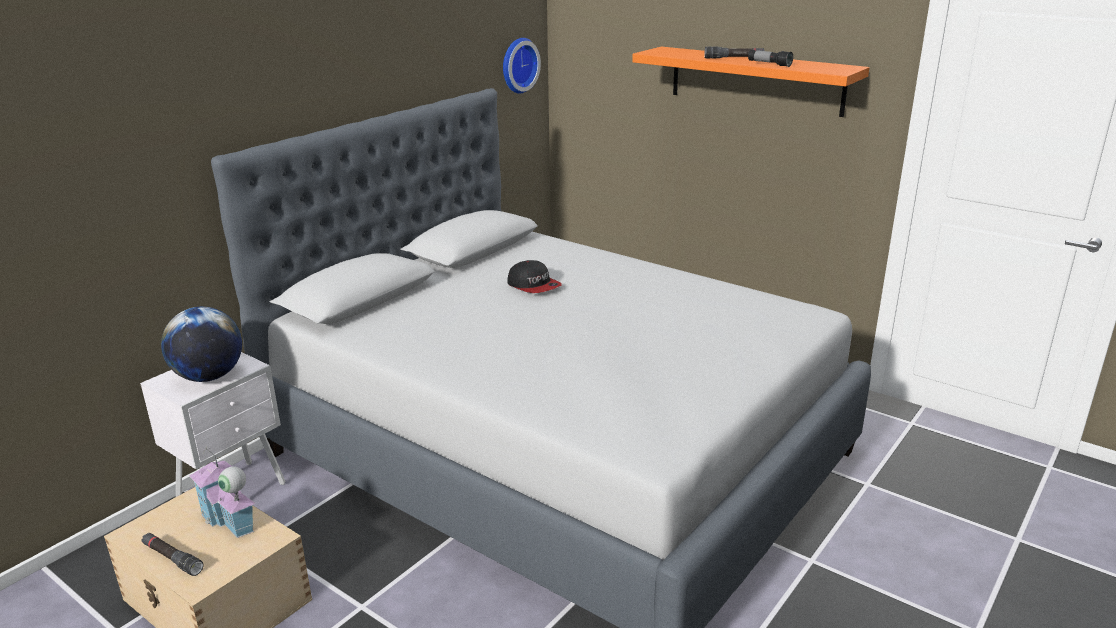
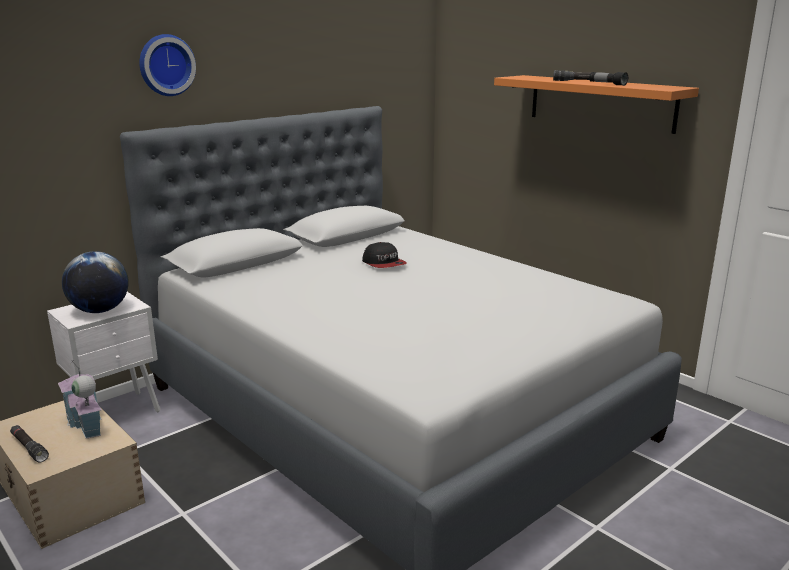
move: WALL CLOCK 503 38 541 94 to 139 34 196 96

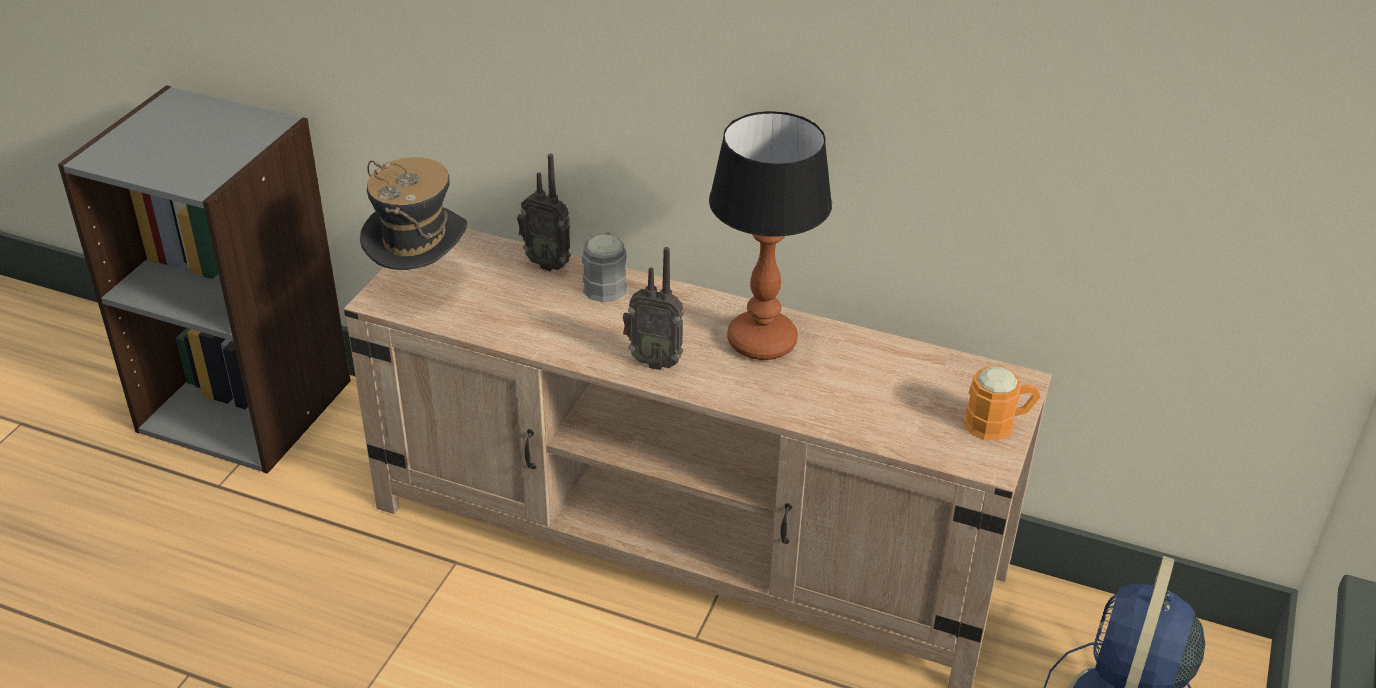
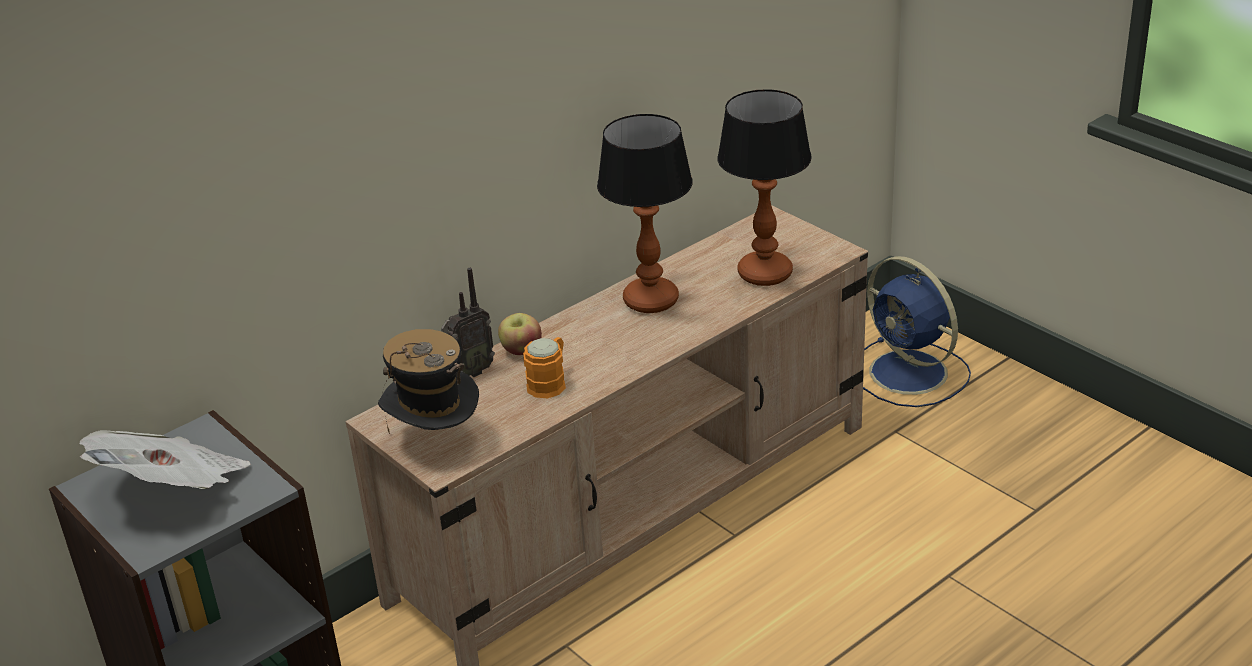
delete: RADIO 623 247 684 370
insert: NEWSPAPER 79 430 250 489; TABLE LAMP 717 89 812 286
move: ORANGE MUG 963 366 1041 440 to 523 337 566 398
replace: GREY MUG 582 232 627 302 to APPLE 498 313 542 355

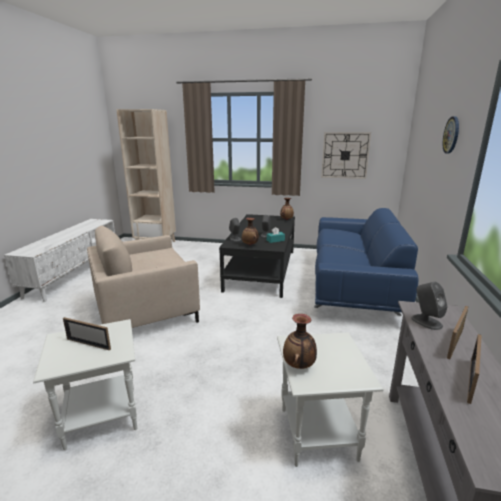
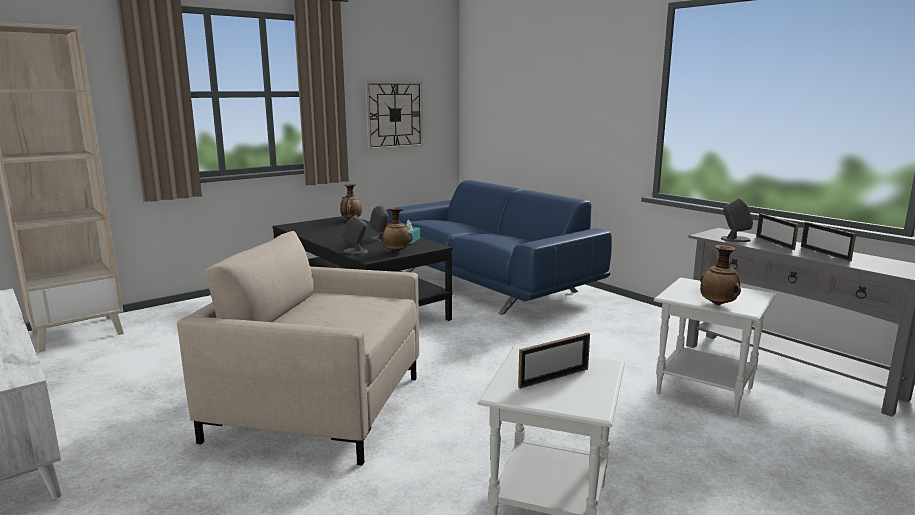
delete: WALL CLOCK 443 116 459 154
rotate: BEIGE ARMCHAIR 87 226 200 328 = 177 231 419 466 90 degrees clockwise

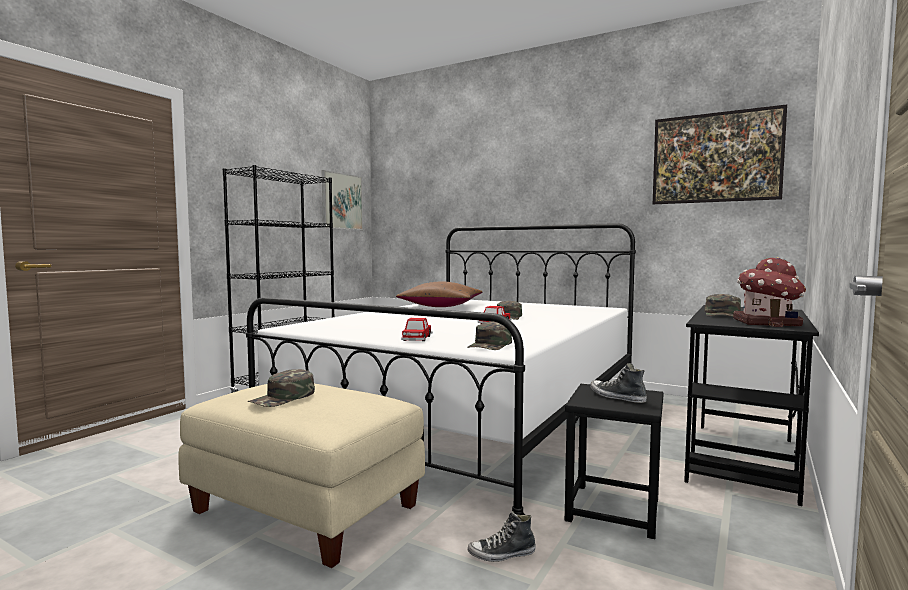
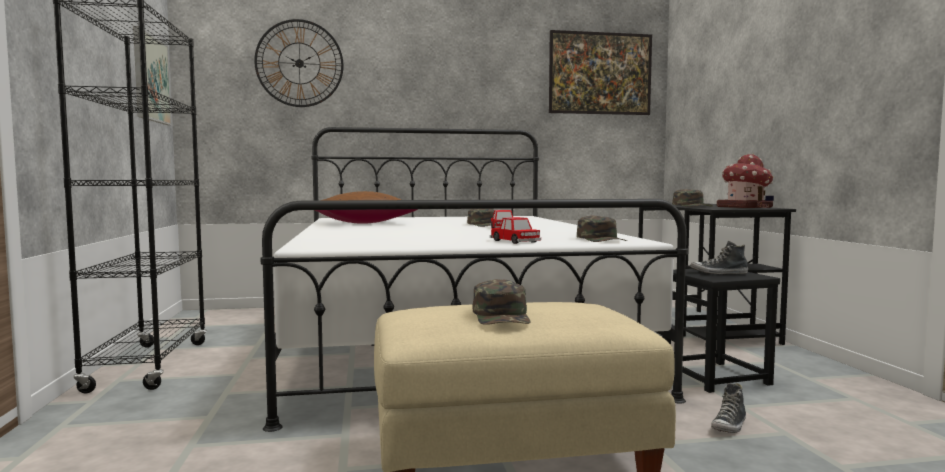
insert: WALL CLOCK 254 19 344 107

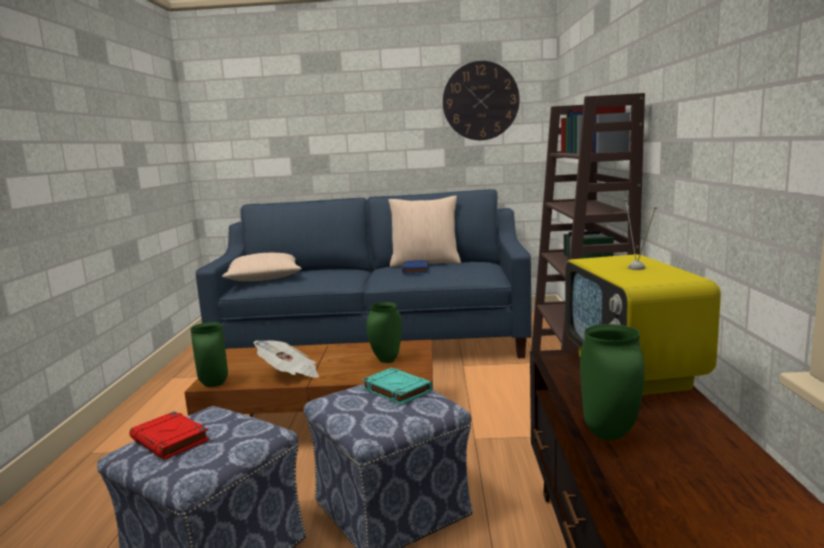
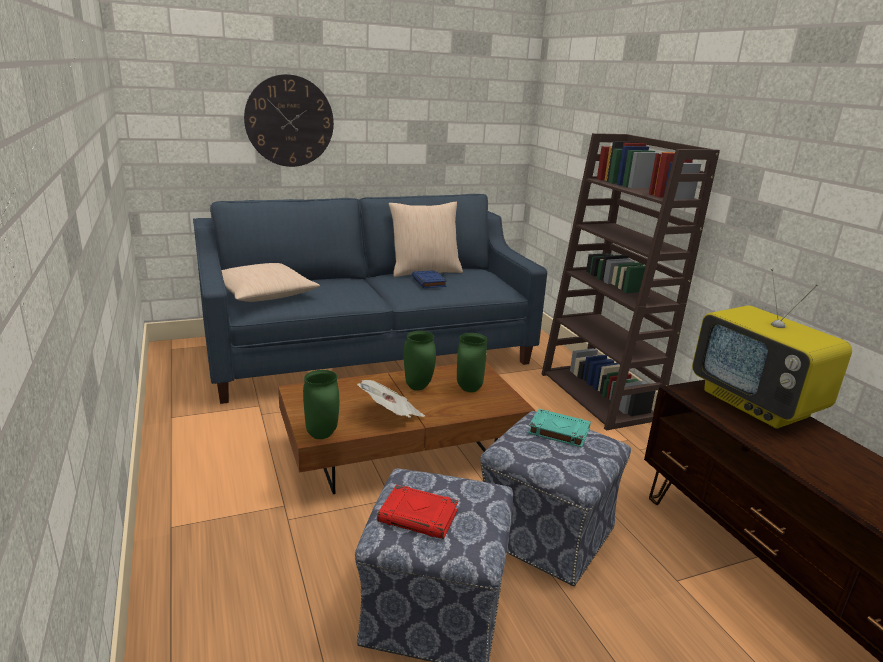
move: WALL CLOCK 443 61 520 140 to 244 74 334 167; GREEN VASE 580 324 645 440 to 404 331 436 391

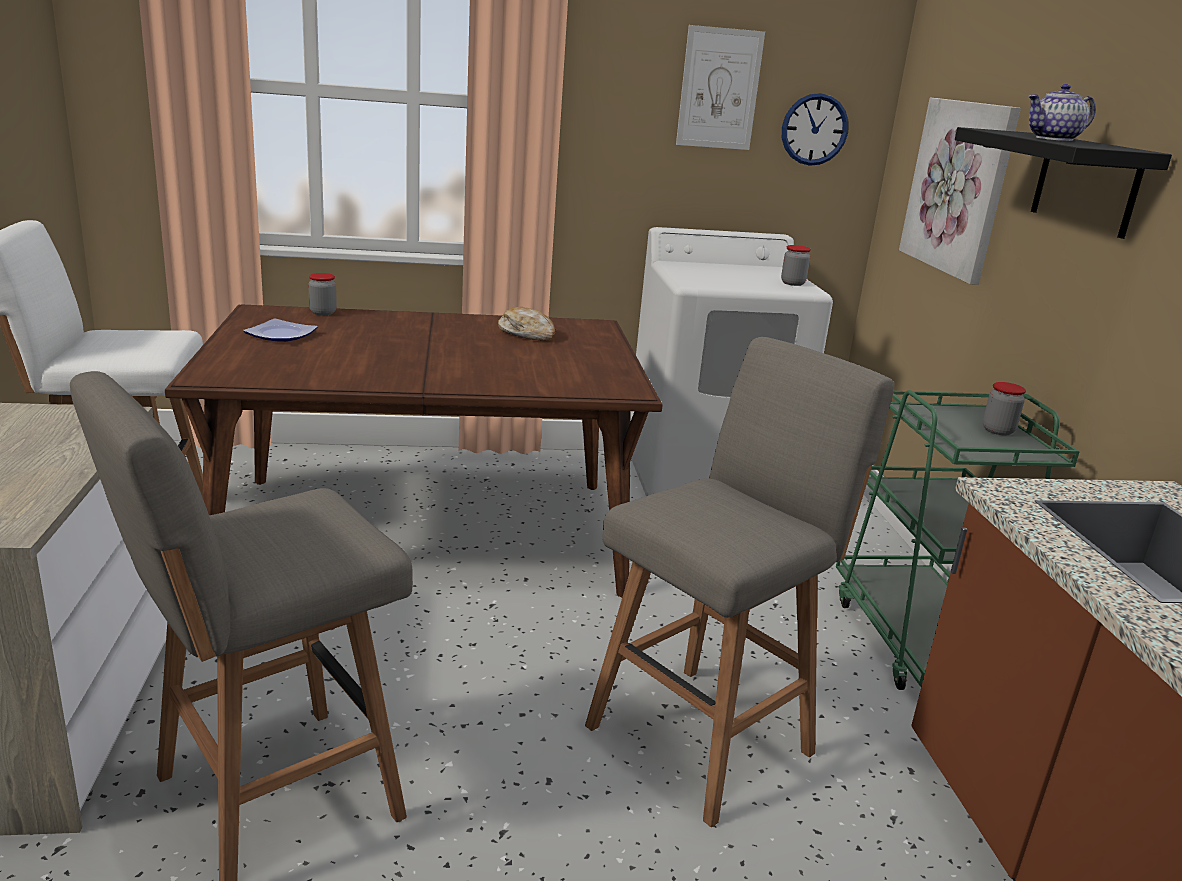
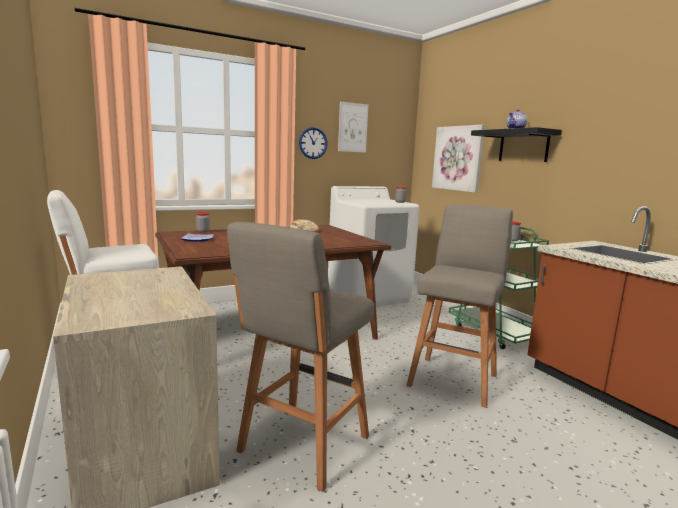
move: WALL CLOCK 782 93 849 166 to 299 127 327 159

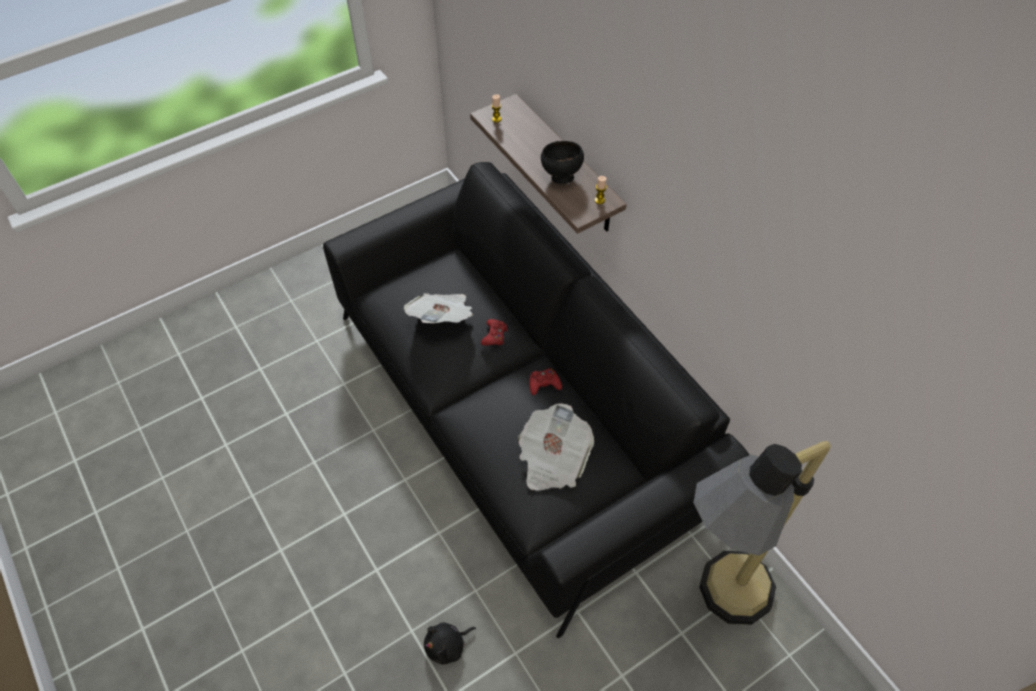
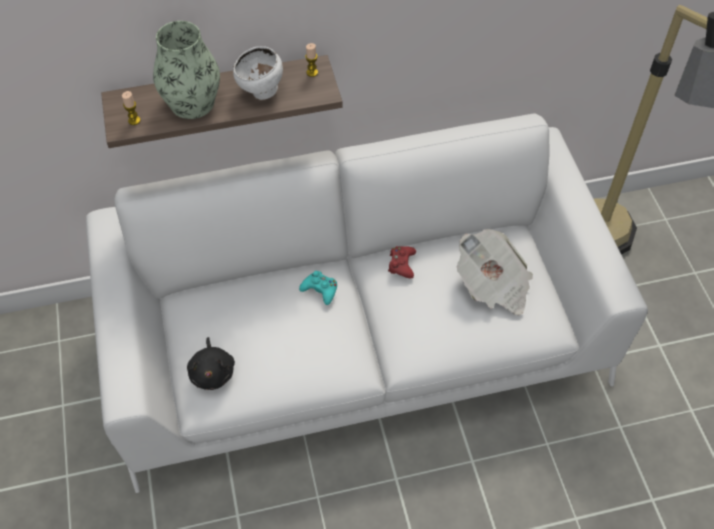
delete: NEWSPAPER 404 293 473 323
insert: VASE 153 21 220 119
move: BLACK PLUSH TOY 424 622 476 665 to 187 337 235 390
recolor: BLACK SOFA 323 162 749 638 to WHITE SOFA 86 114 648 493; RED GAME CONTROLLER 481 319 508 346 to TURQUOISE GAME CONTROLLER 299 271 337 305; BLACK BOWL 541 141 584 184 to WHITE BOWL 233 46 283 100

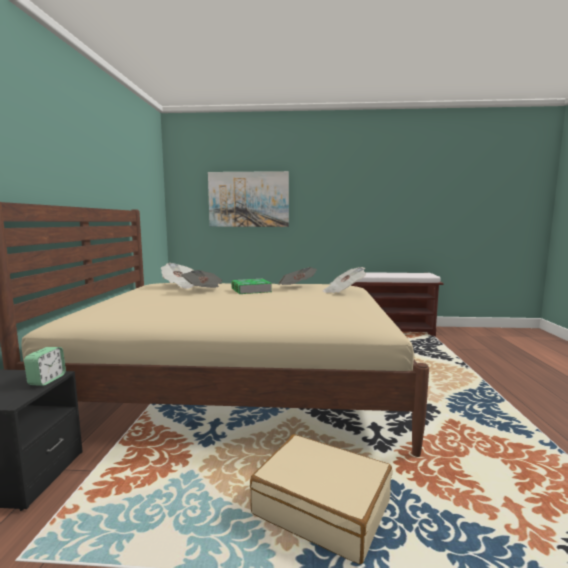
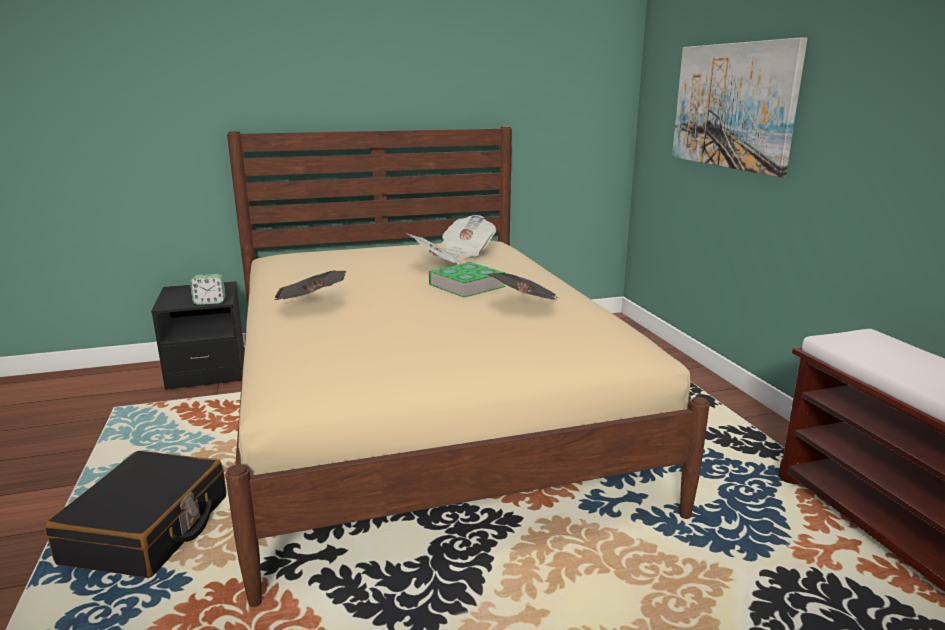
move: NEWSPAPER 322 267 366 293 to 274 270 346 300
recolor: BEIGE SUITCASE 250 434 392 564 to BLACK SUITCASE 44 451 226 578

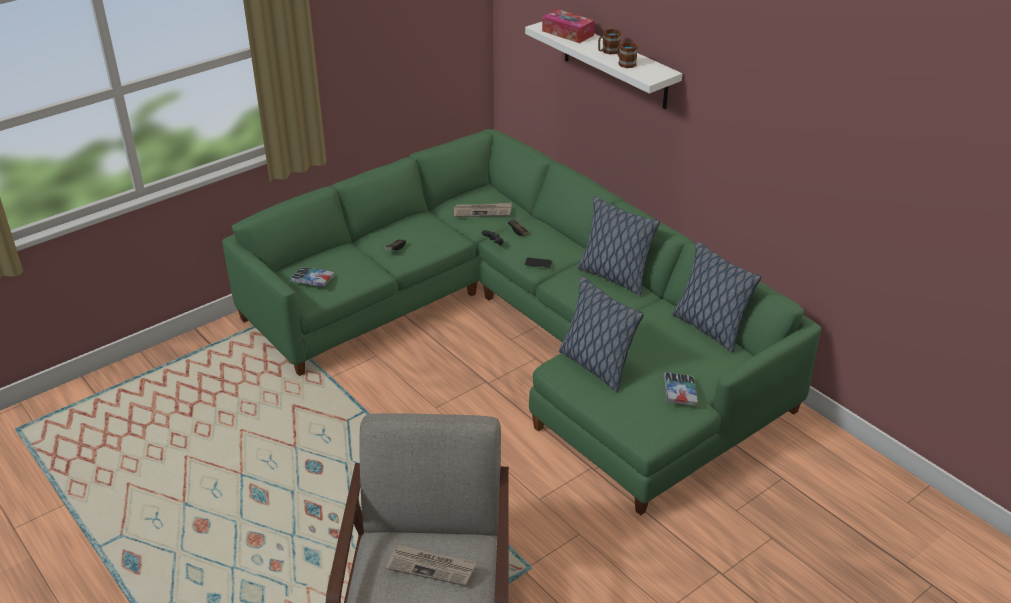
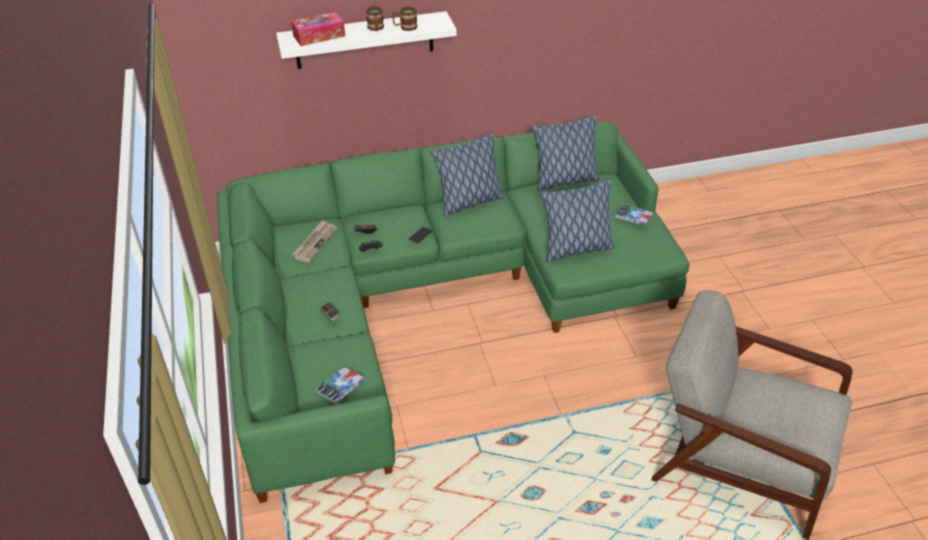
delete: NEWSPAPER 386 545 476 586

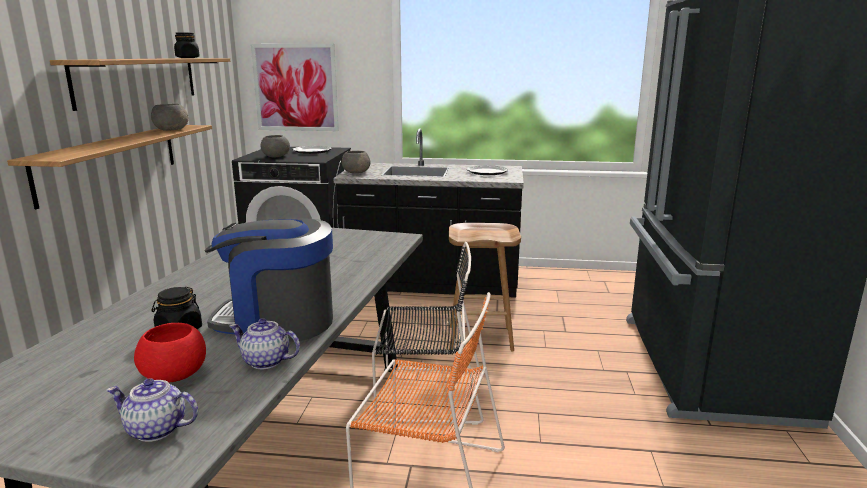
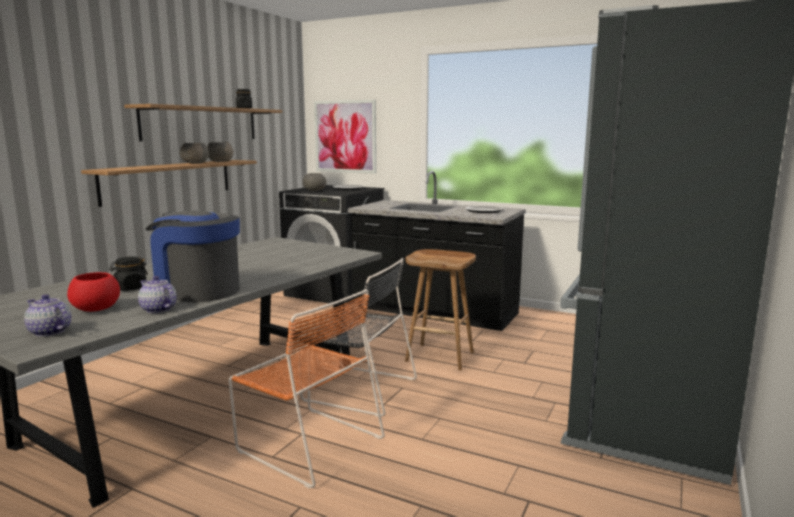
move: GREY BOWL 342 151 370 173 to 180 143 209 163

